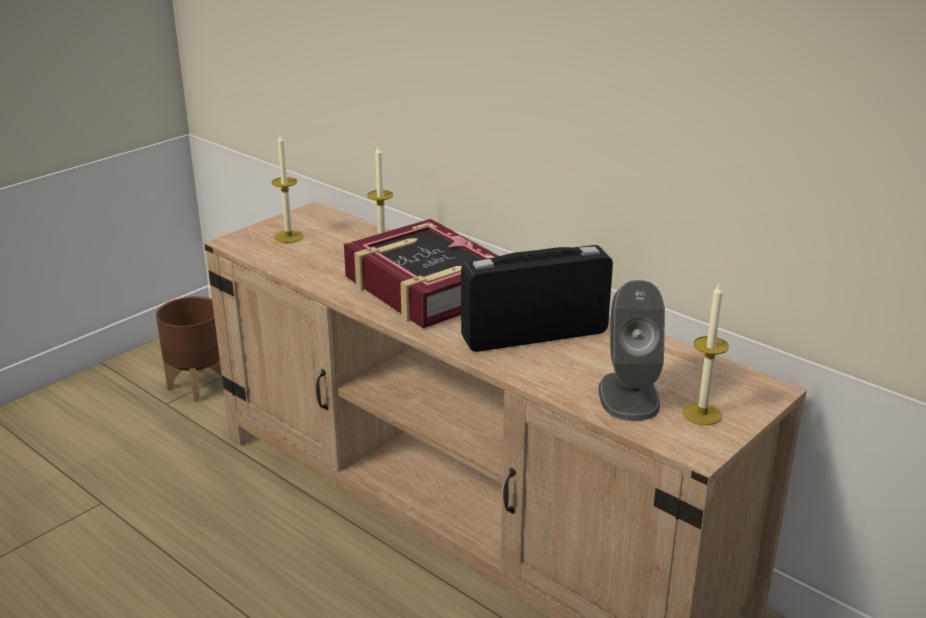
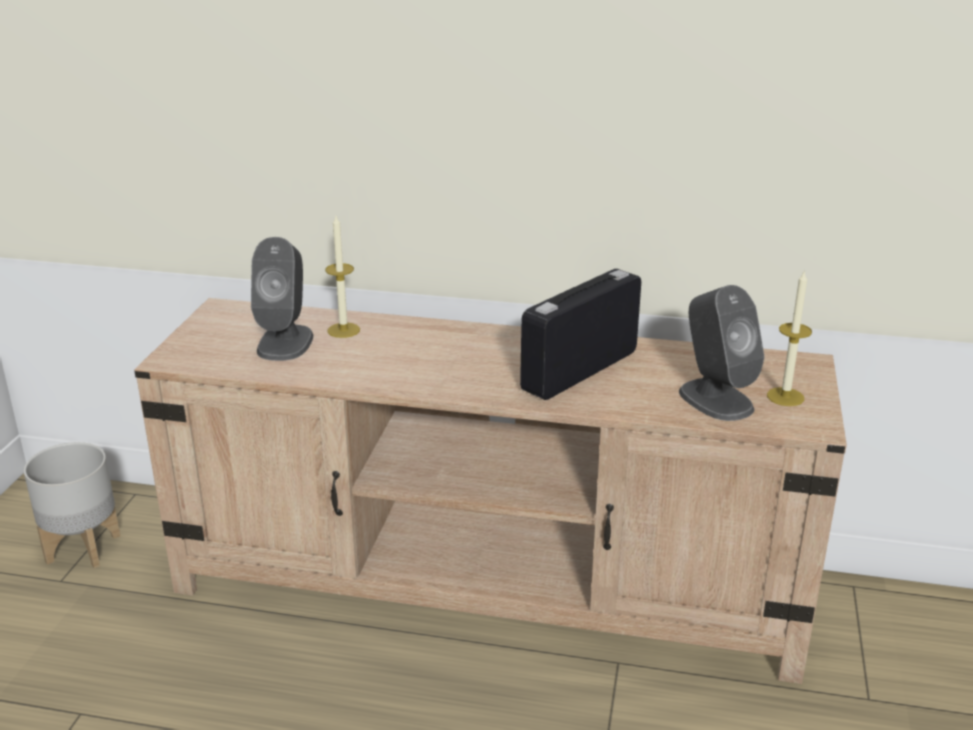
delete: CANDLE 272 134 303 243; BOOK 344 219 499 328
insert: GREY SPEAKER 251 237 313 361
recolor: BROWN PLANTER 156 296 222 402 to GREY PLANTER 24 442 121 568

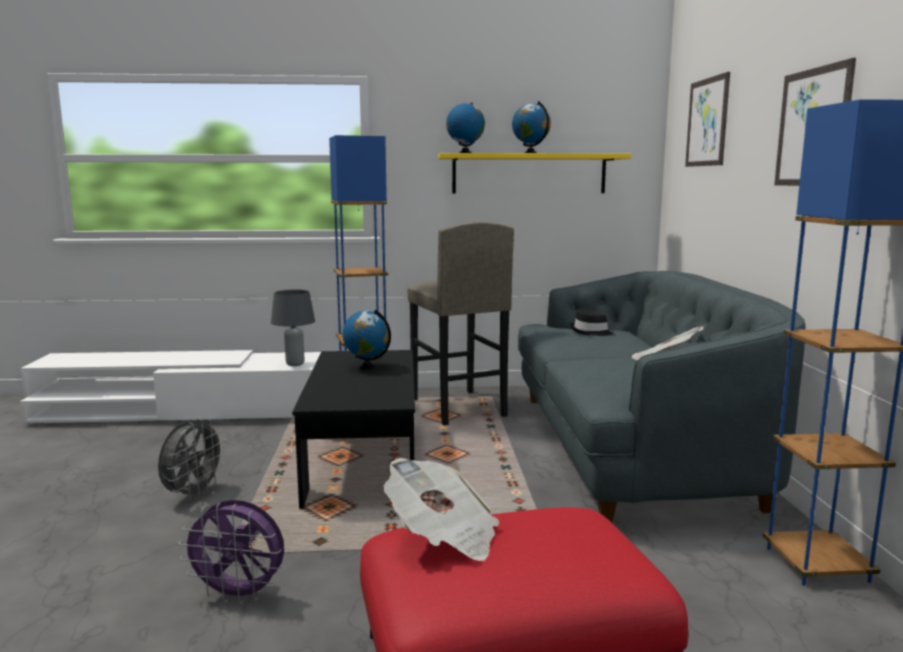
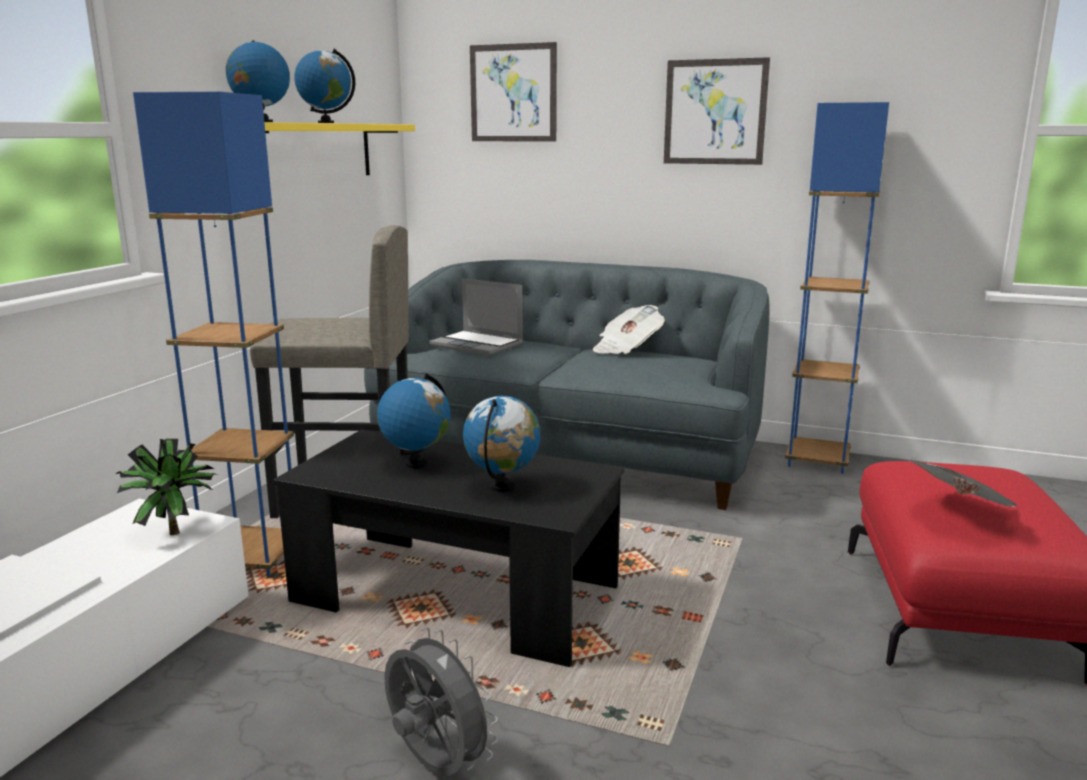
delete: PURPLE FAN 179 500 284 604
insert: GLOBE 463 396 541 492
replace: GREY TABLE LAMP 271 289 315 366 to POTTED PLANT 115 439 218 535; BLACK HAT 570 309 614 336 to LAPTOP 430 278 523 356

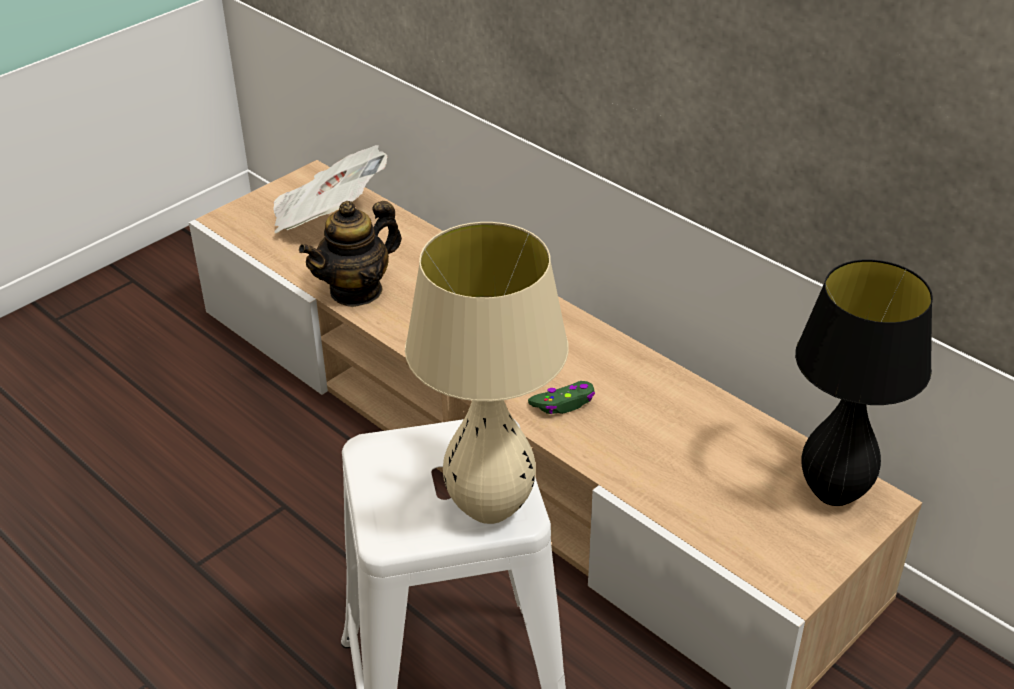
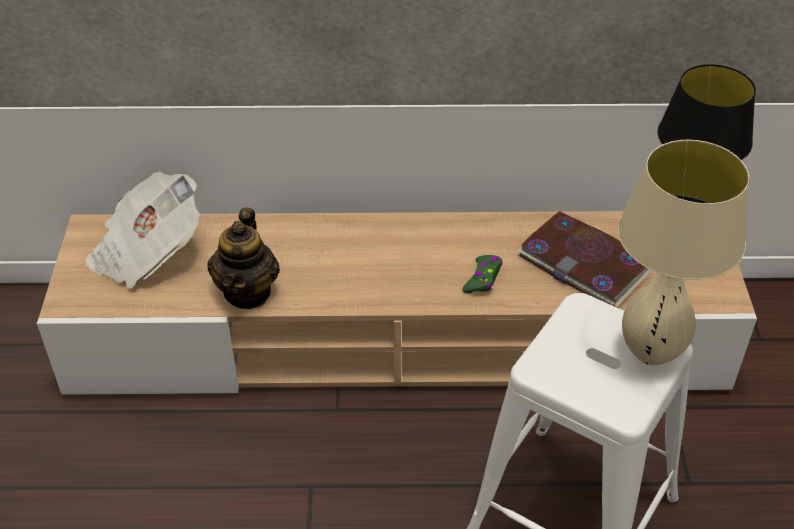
insert: BOOK 517 211 652 307

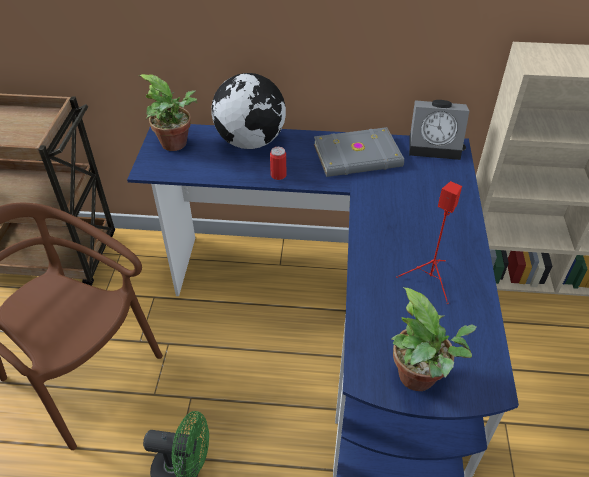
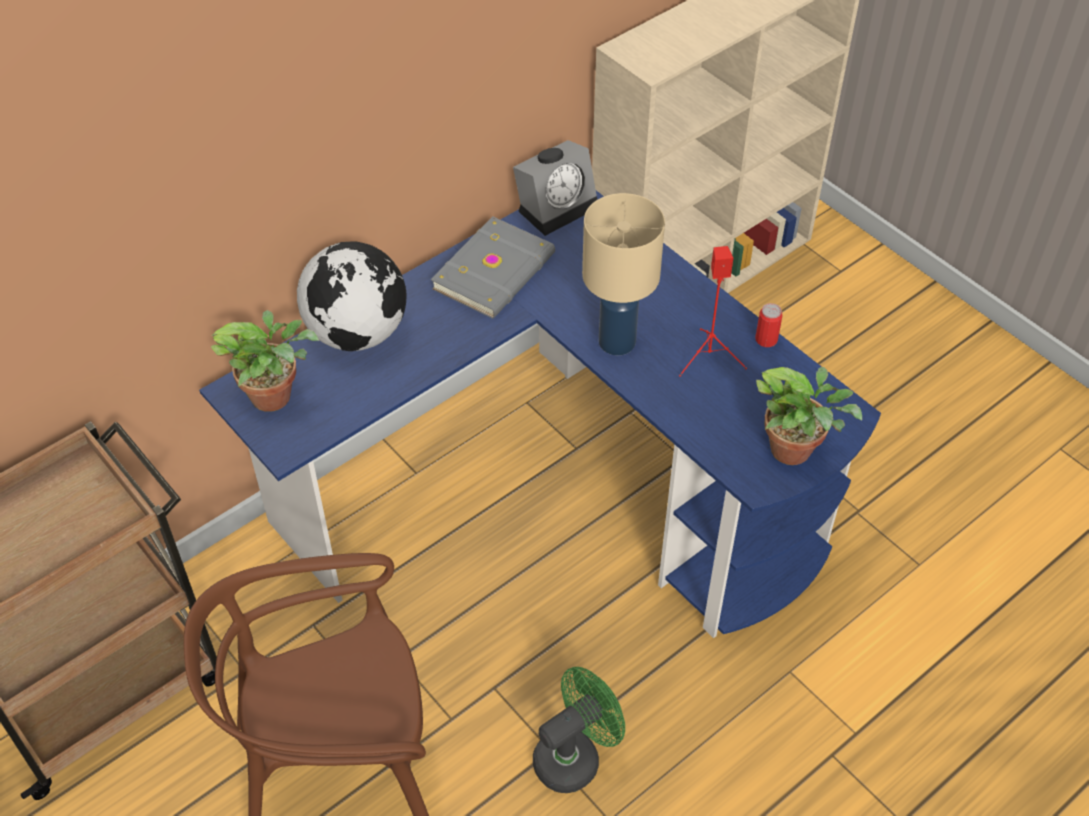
insert: BEIGE TABLE LAMP 582 193 665 355
move: CAN 270 147 286 180 to 755 303 782 347

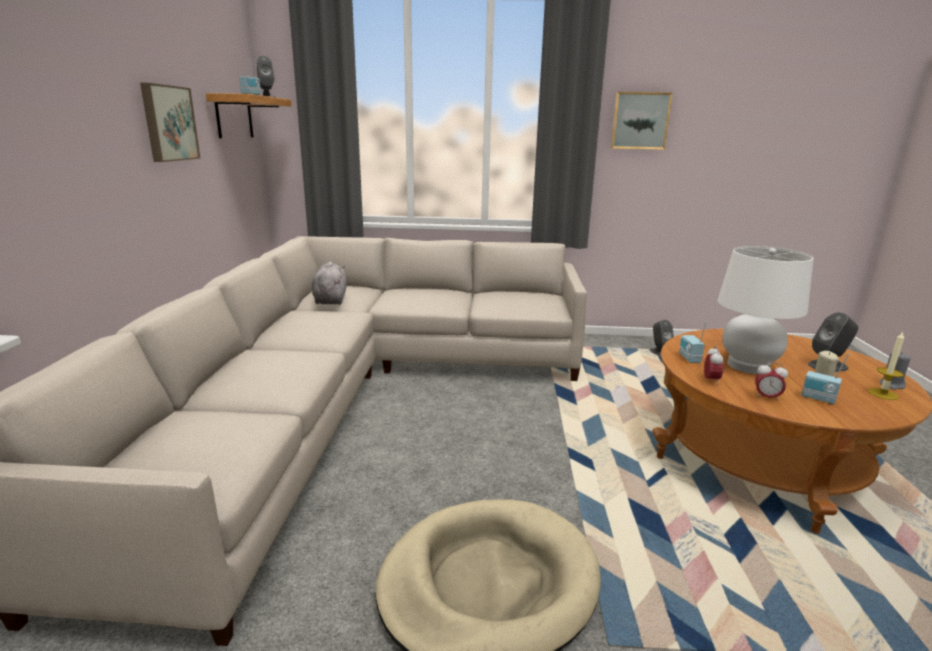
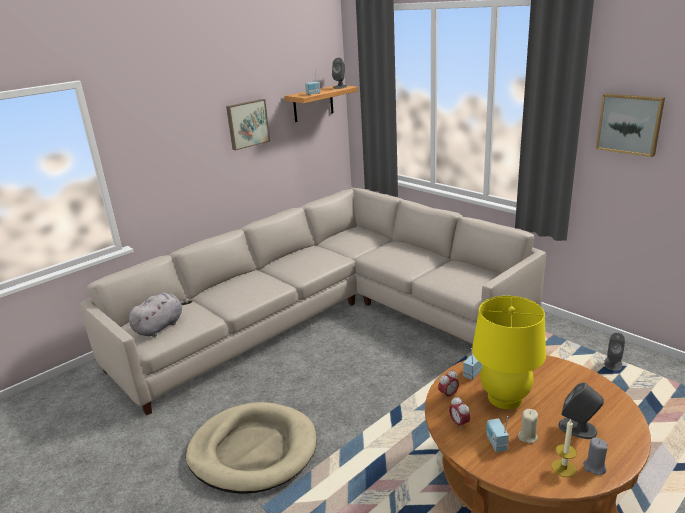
move: GREY PLUSH TOY 312 262 347 305 to 129 292 192 337
recolor: WHITE TABLE LAMP 718 246 814 374 to YELLOW TABLE LAMP 472 296 546 409

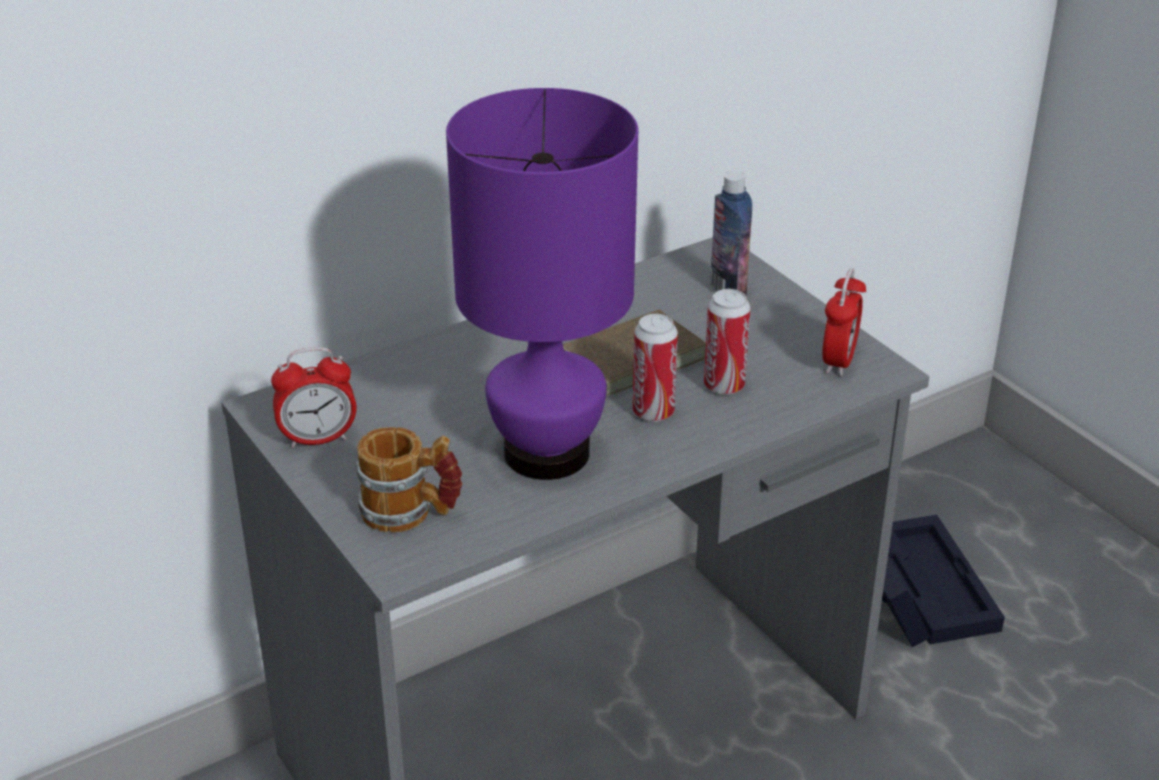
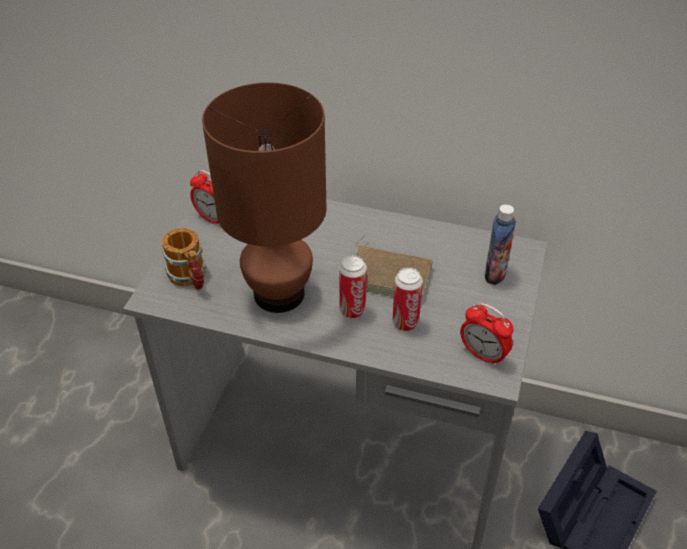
recolor: PURPLE TABLE LAMP 446 88 638 480 to BROWN TABLE LAMP 202 83 326 313
rotate: ALARM CLOCK 822 268 866 376 = 460 303 514 366 60 degrees clockwise

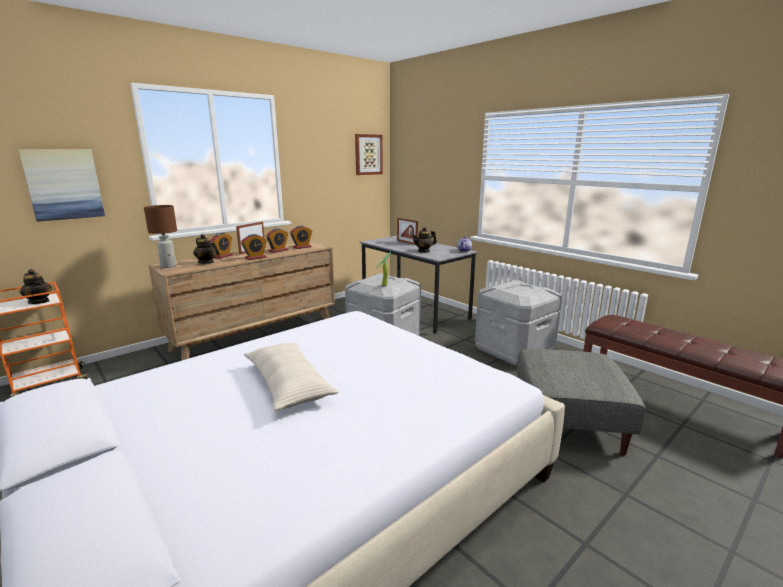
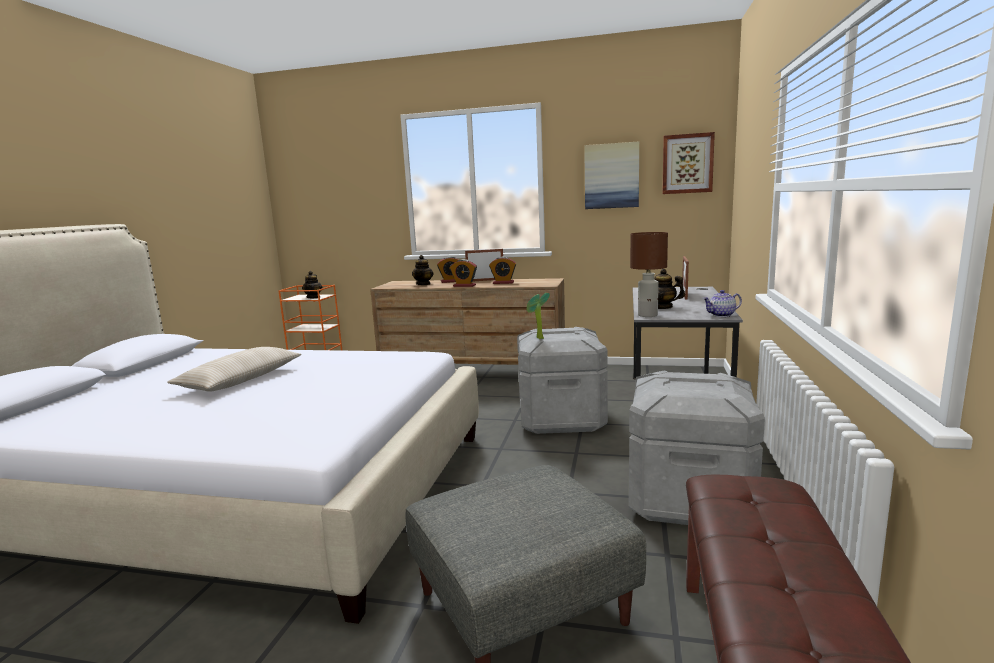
delete: ALARM CLOCK 290 226 312 249
move: PICTURE 18 149 105 222 to 584 141 639 209; BROWN TABLE LAMP 144 205 177 268 to 630 232 668 317

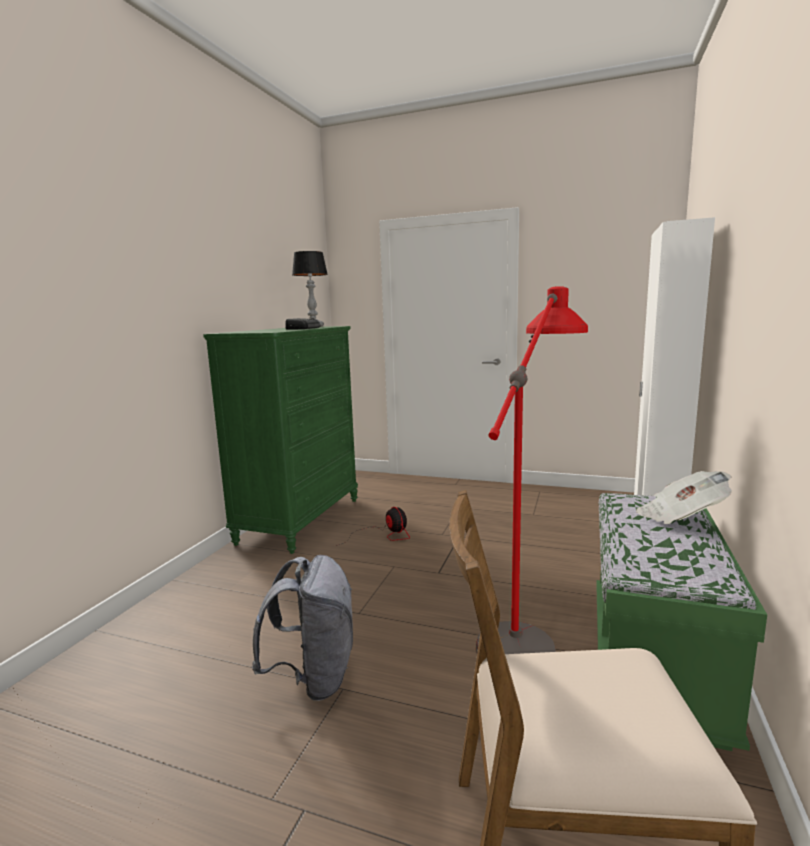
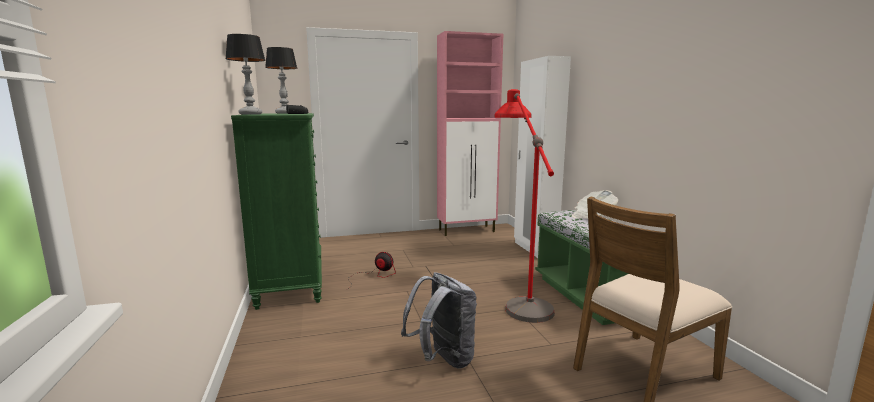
insert: TABLE LAMP 225 34 265 115; PINK CABINET 437 31 503 236

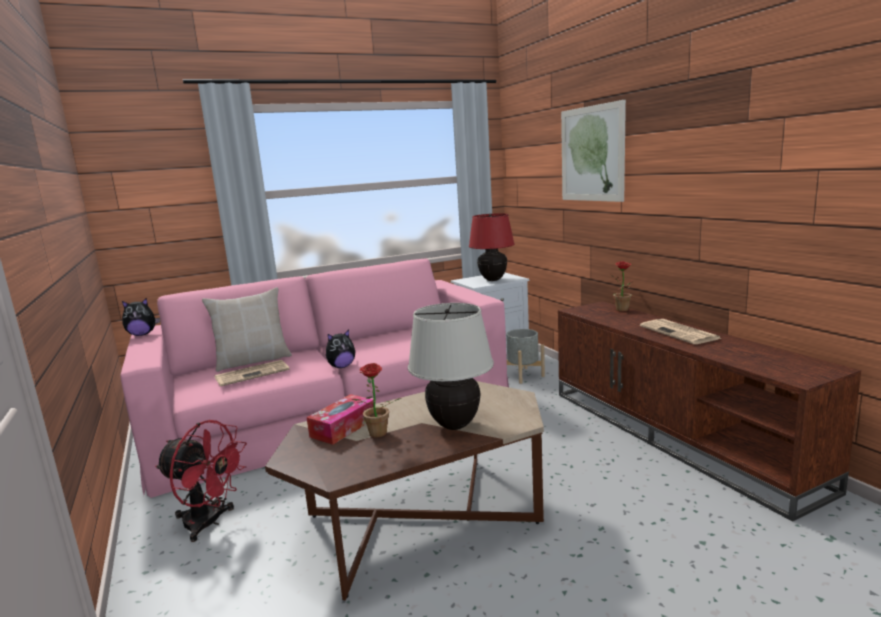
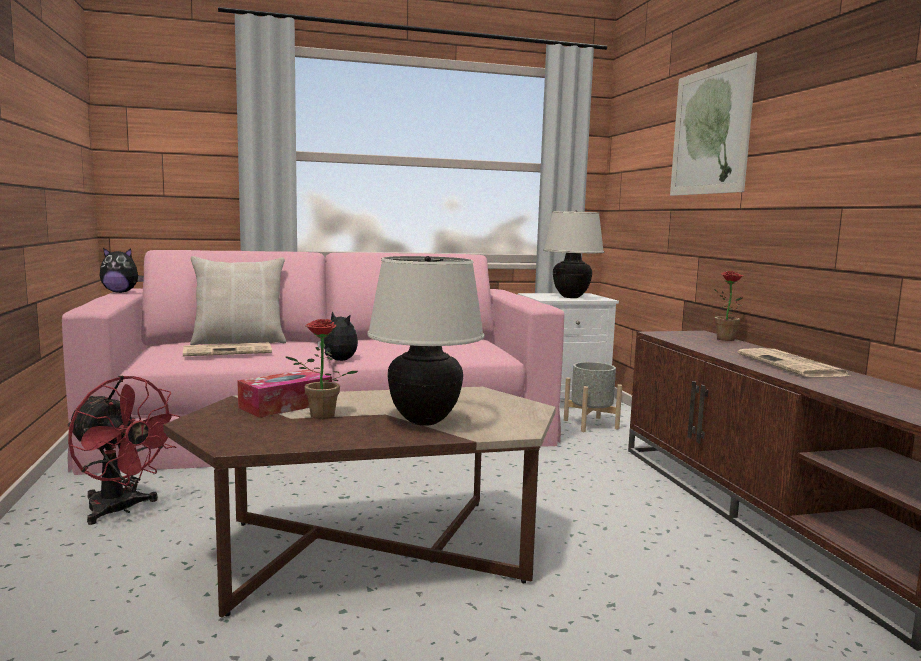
recolor: RED TABLE LAMP 469 213 515 281 to BEIGE TABLE LAMP 543 211 604 298
rotate: PLUSH TOY 326 330 355 368 = 318 311 358 361 120 degrees counterclockwise

